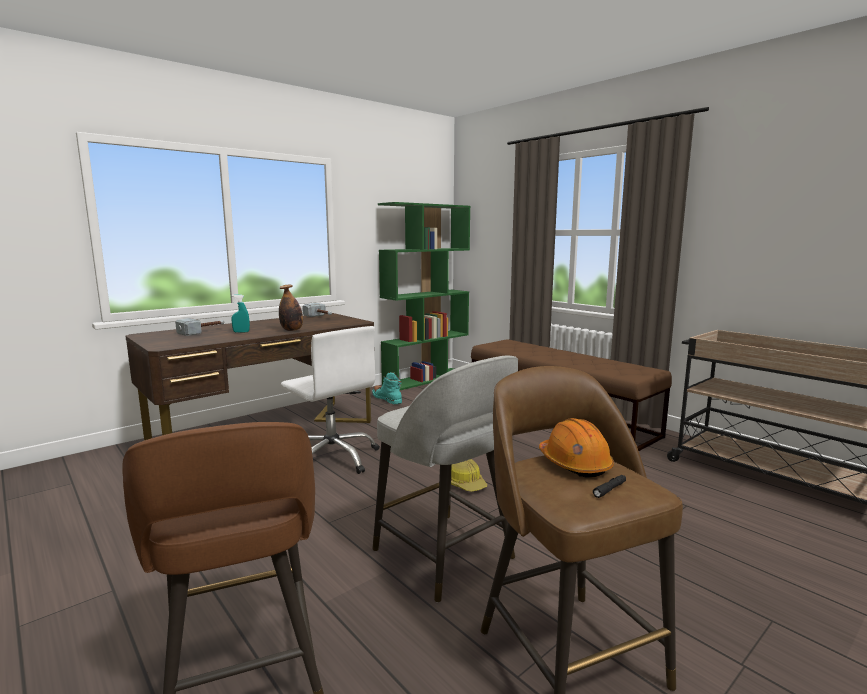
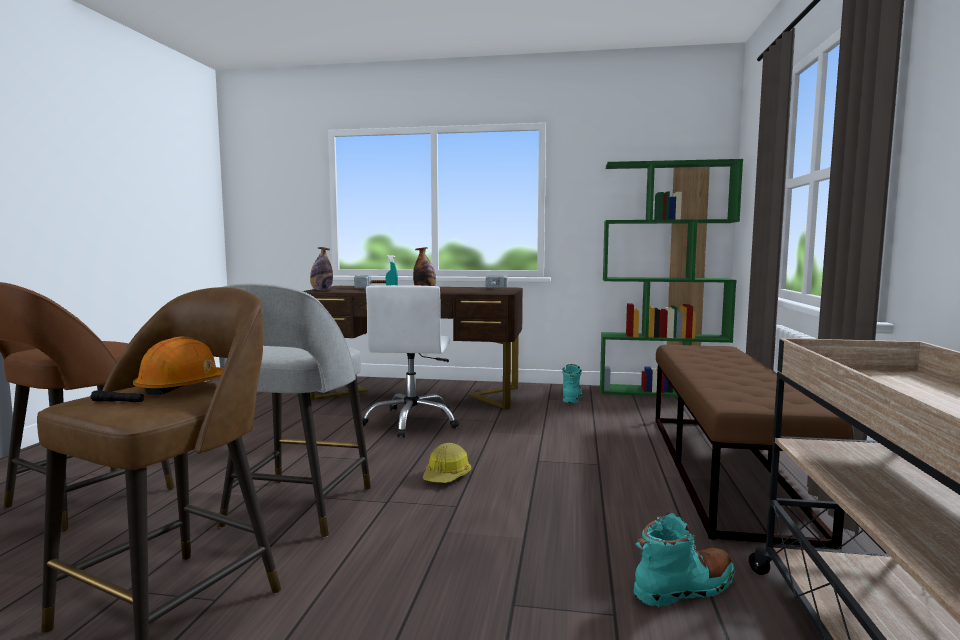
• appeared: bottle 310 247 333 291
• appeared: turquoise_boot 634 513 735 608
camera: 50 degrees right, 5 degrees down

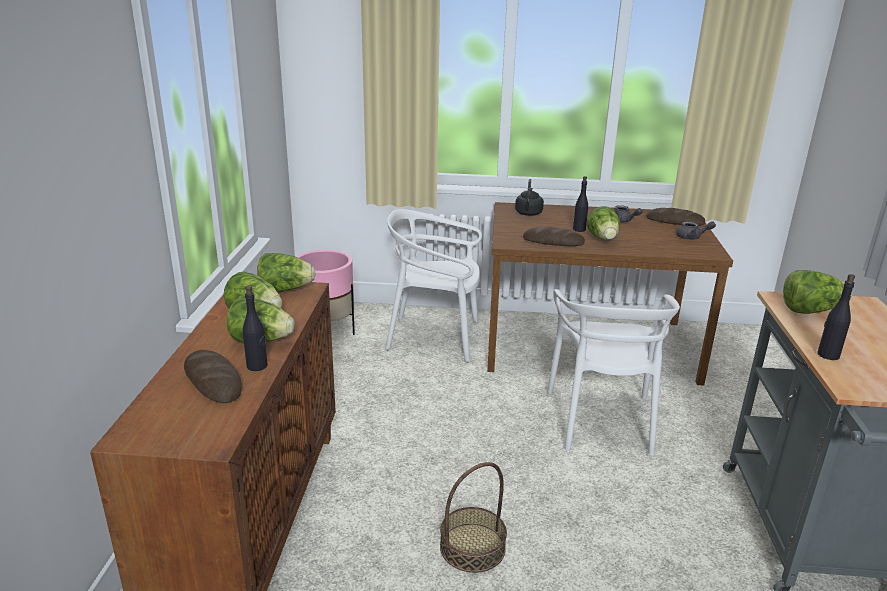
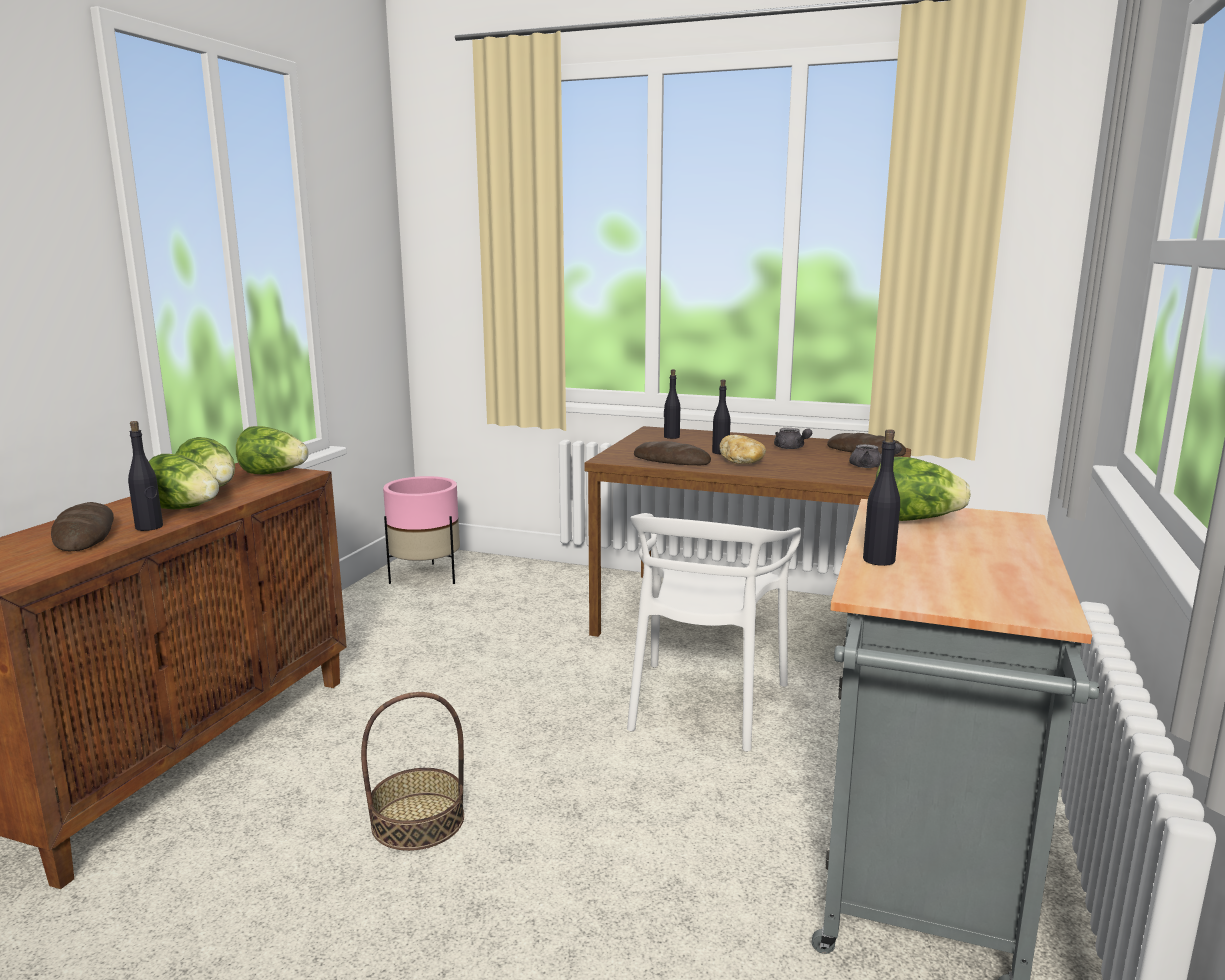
• exchanged: black_kettle 515 179 544 216 to black_bottle 664 369 680 439
• exchanged: lettuce 587 206 620 240 to bread 719 435 766 464
• missing: white_chair 385 209 482 362
camera: 15 degrees right, 10 degrees down

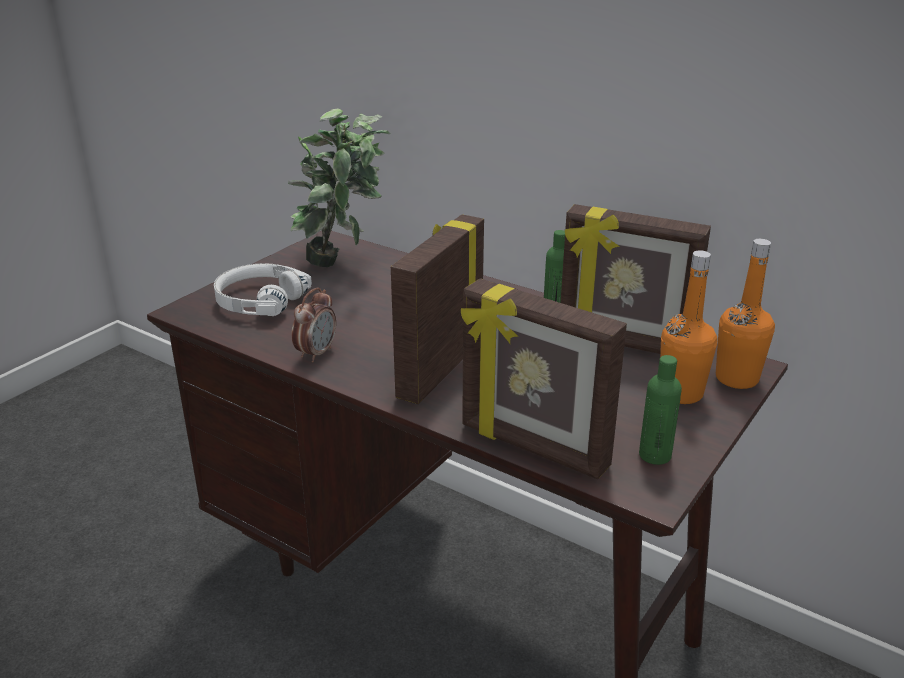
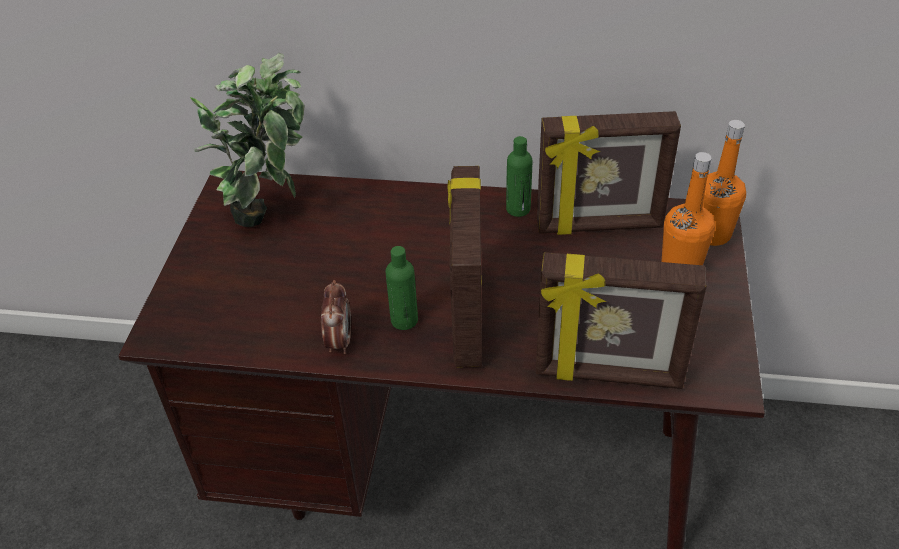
• missing: white_headphones 214 263 312 316
• relocated: green_bottle 639 355 682 465 to 386 246 418 330
camera: 25 degrees left, 15 degrees up

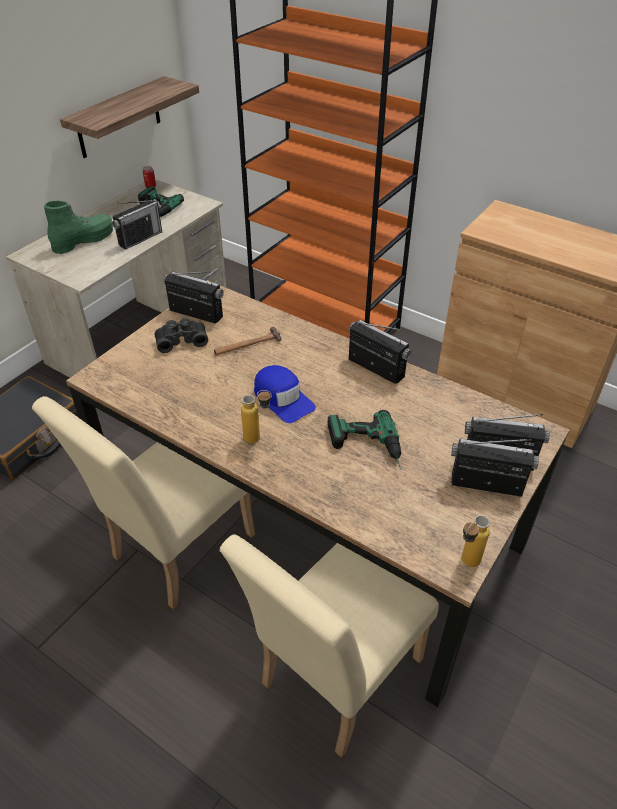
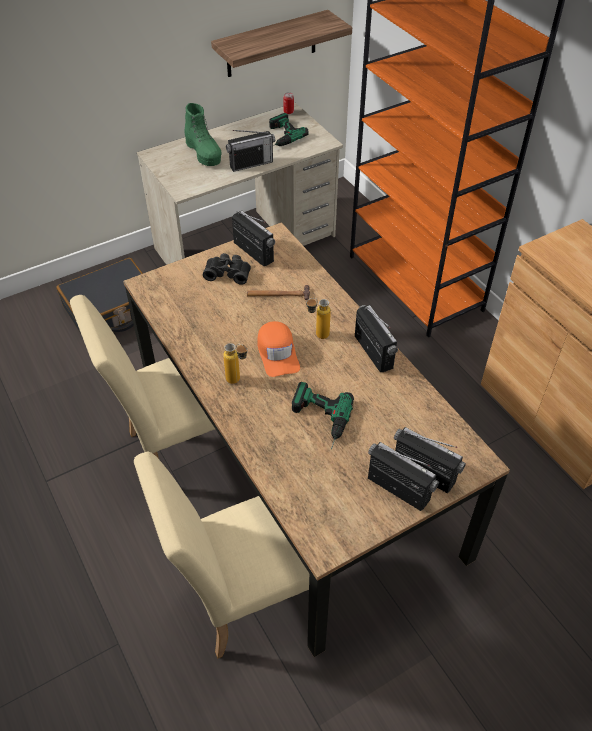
• spun: green_boot 44 201 113 254 = 185 103 221 166 75 degrees clockwise
• colour: blue_cap 254 365 316 423 to orange_cap 257 321 300 377
• relocated: bottle 462 515 490 567 to 306 298 331 339
camera: 25 degrees right, 5 degrees up

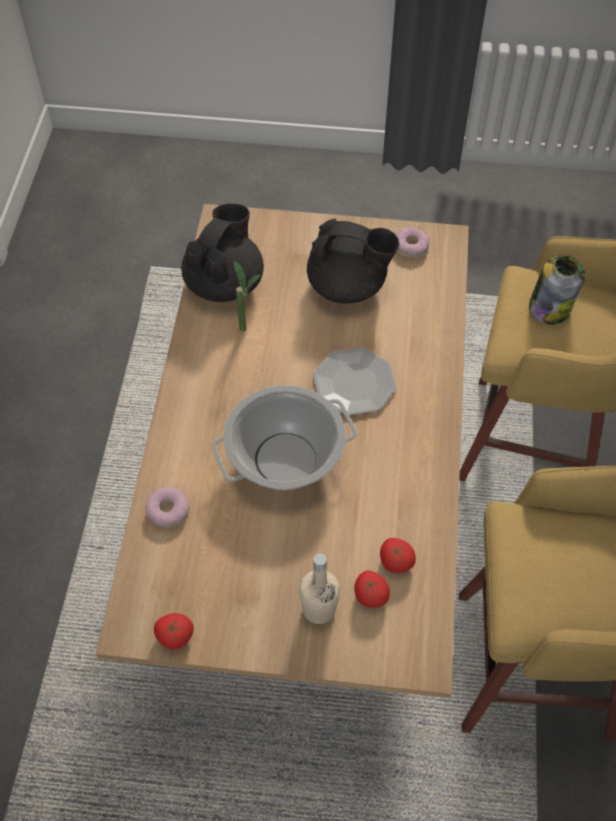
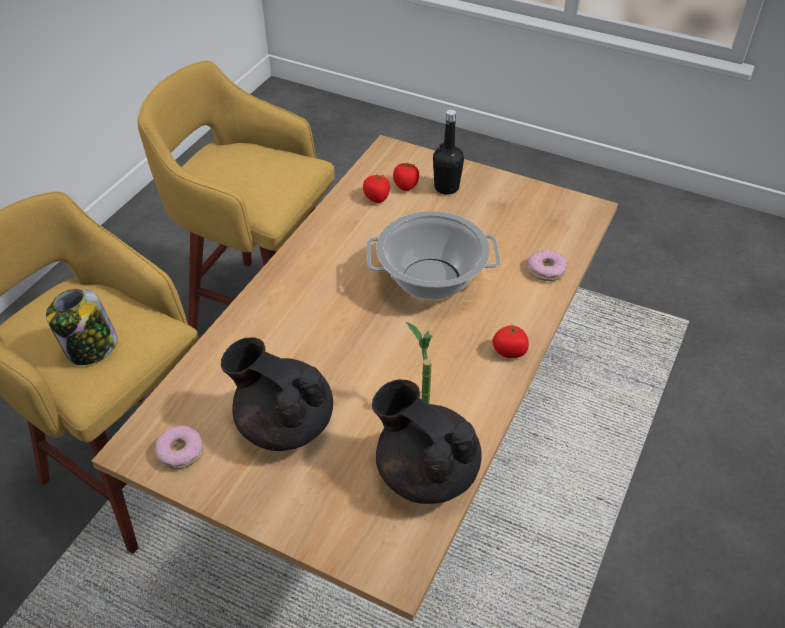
• spun: black_teapot 181 203 264 302 = 372 379 482 504 90 degrees clockwise
• missing: plate 313 348 397 416
• colour: beige_bottle 299 553 340 624 to black_bottle 433 109 464 195
• relocated: tomato 154 613 194 649 to 492 325 529 358
camera: 160 degrees left, 10 degrees down

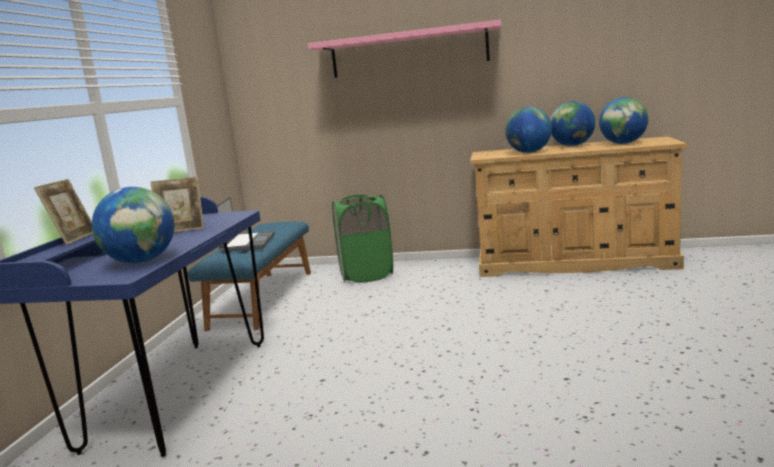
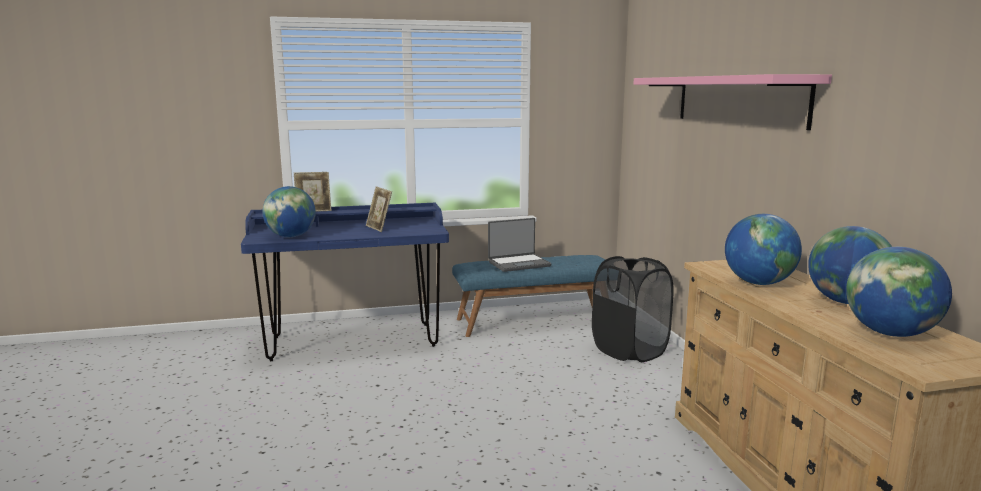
• colour: green_laundry_basket 332 194 393 283 to black_laundry_basket 592 256 674 362
camera: 65 degrees right, 0 degrees up

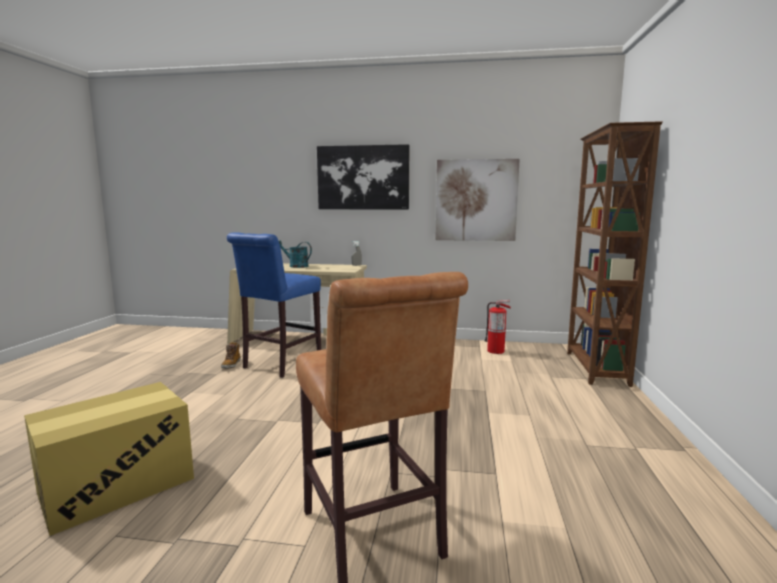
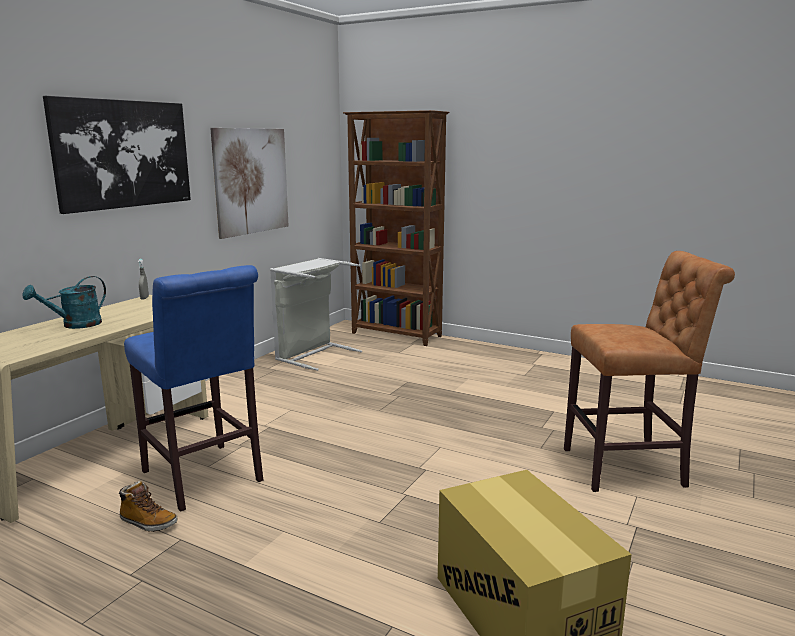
• exchanged: fire_extinguisher 485 300 511 354 to grey_laundry_basket 270 258 362 371
camera: 70 degrees left, 5 degrees up

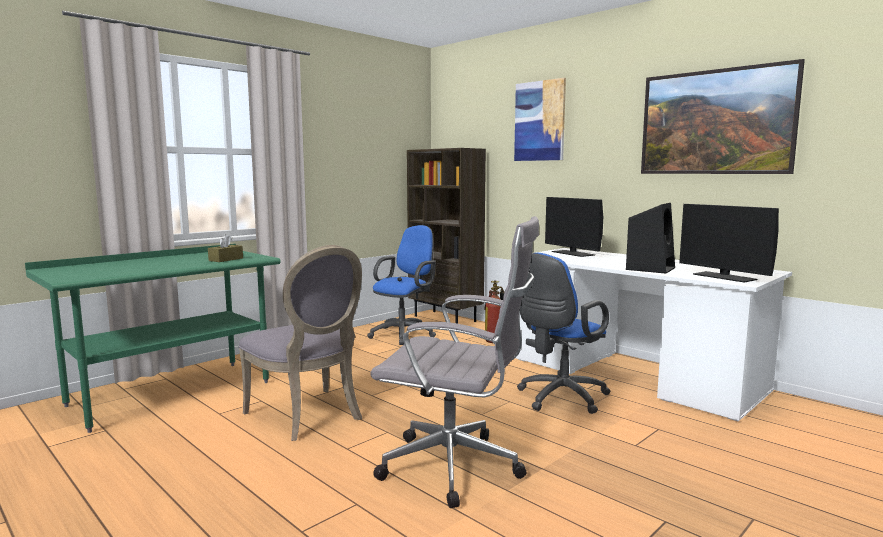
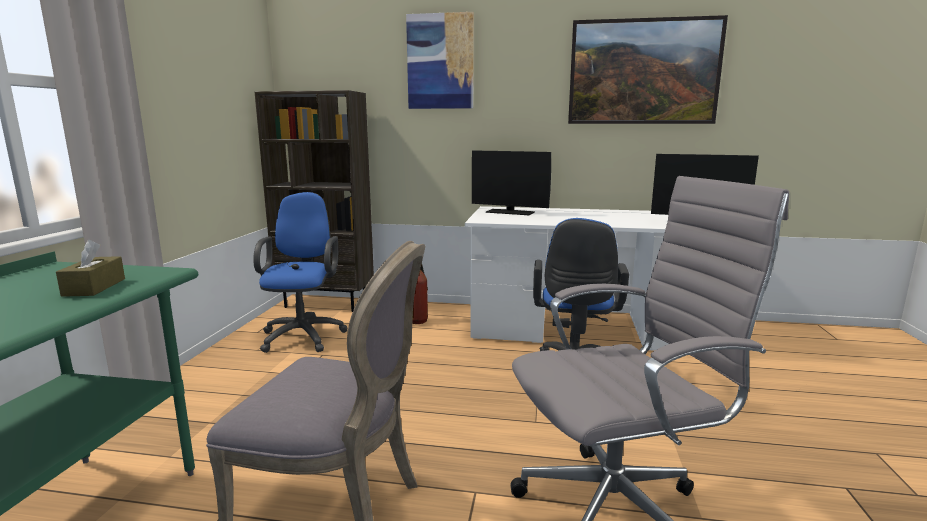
• missing: black_speaker 626 203 675 274
camera: 35 degrees left, 5 degrees up

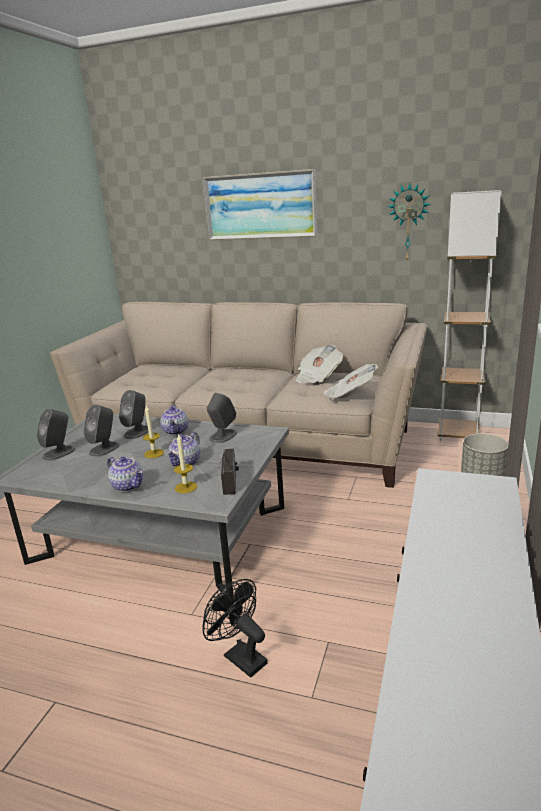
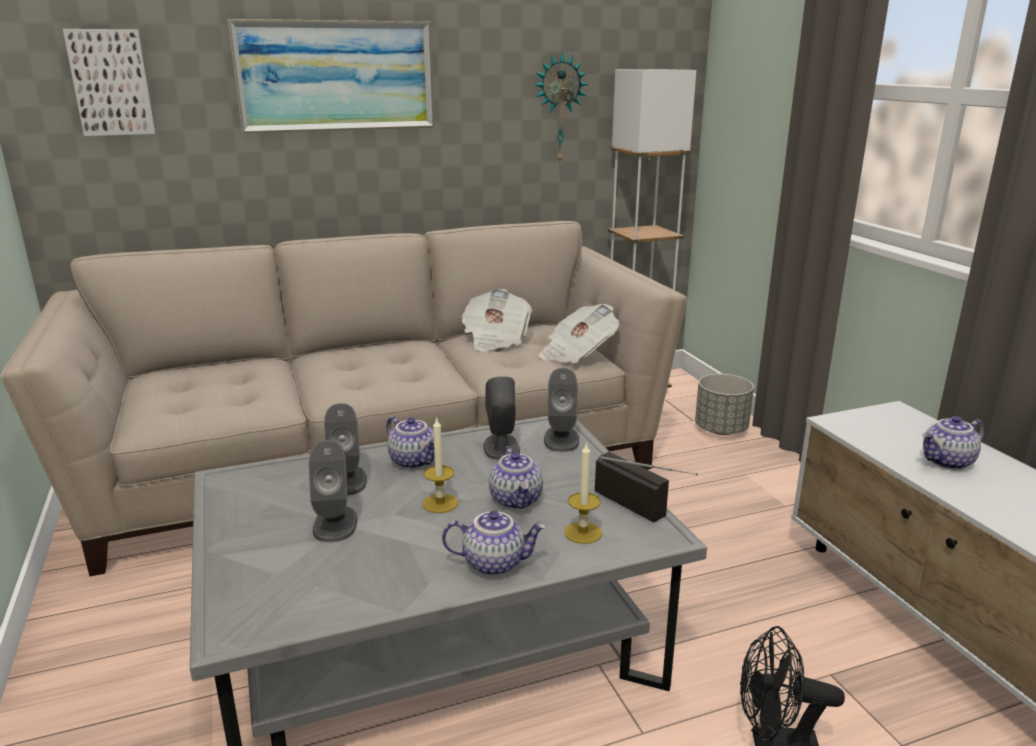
• relocated: grey_speaker 37 409 75 461 to 544 368 579 452
• appeared: picture 63 29 155 136
• appeared: teapot 922 416 985 470
camera: 40 degrees left, 0 degrees up

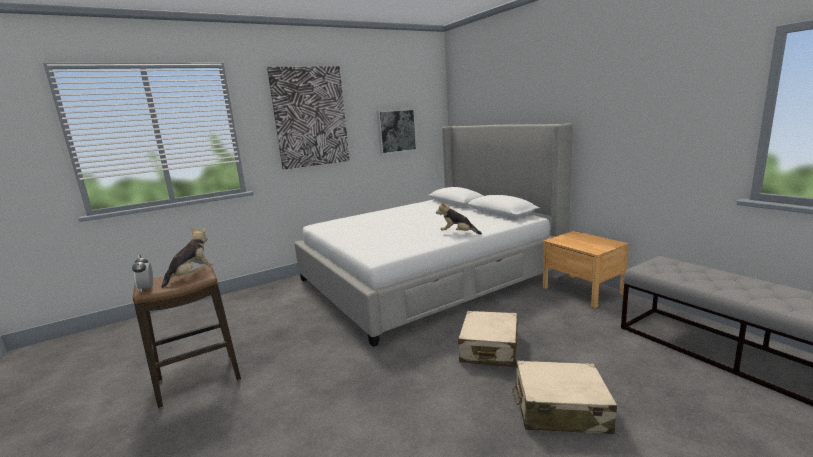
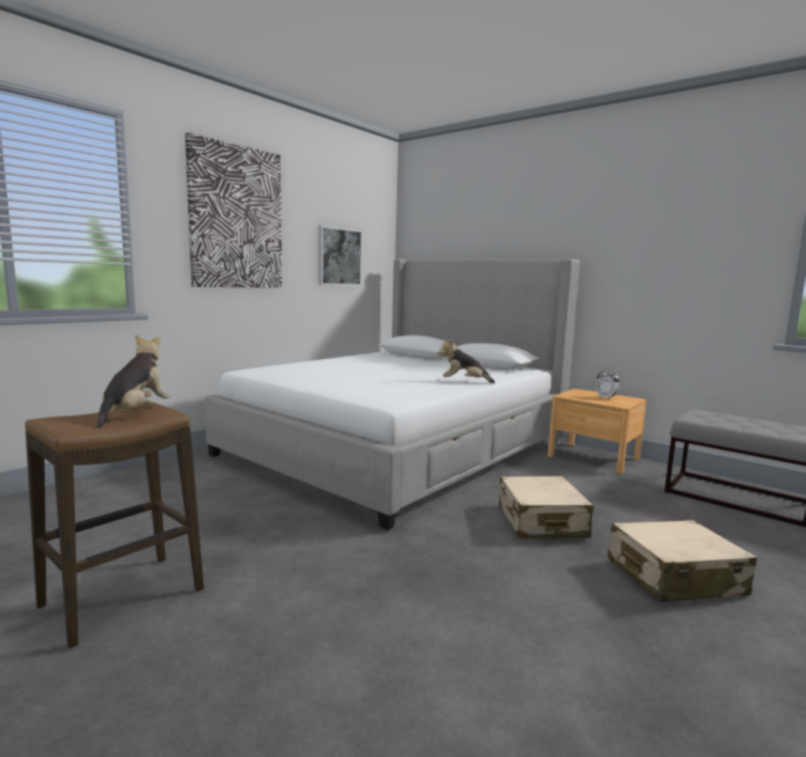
• relocated: alarm_clock 132 255 153 293 to 595 369 619 400
camera: 20 degrees left, 5 degrees down

